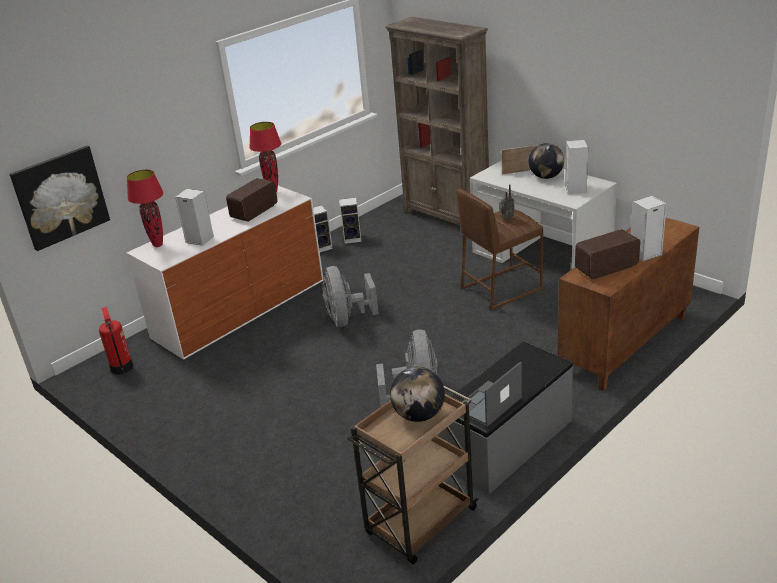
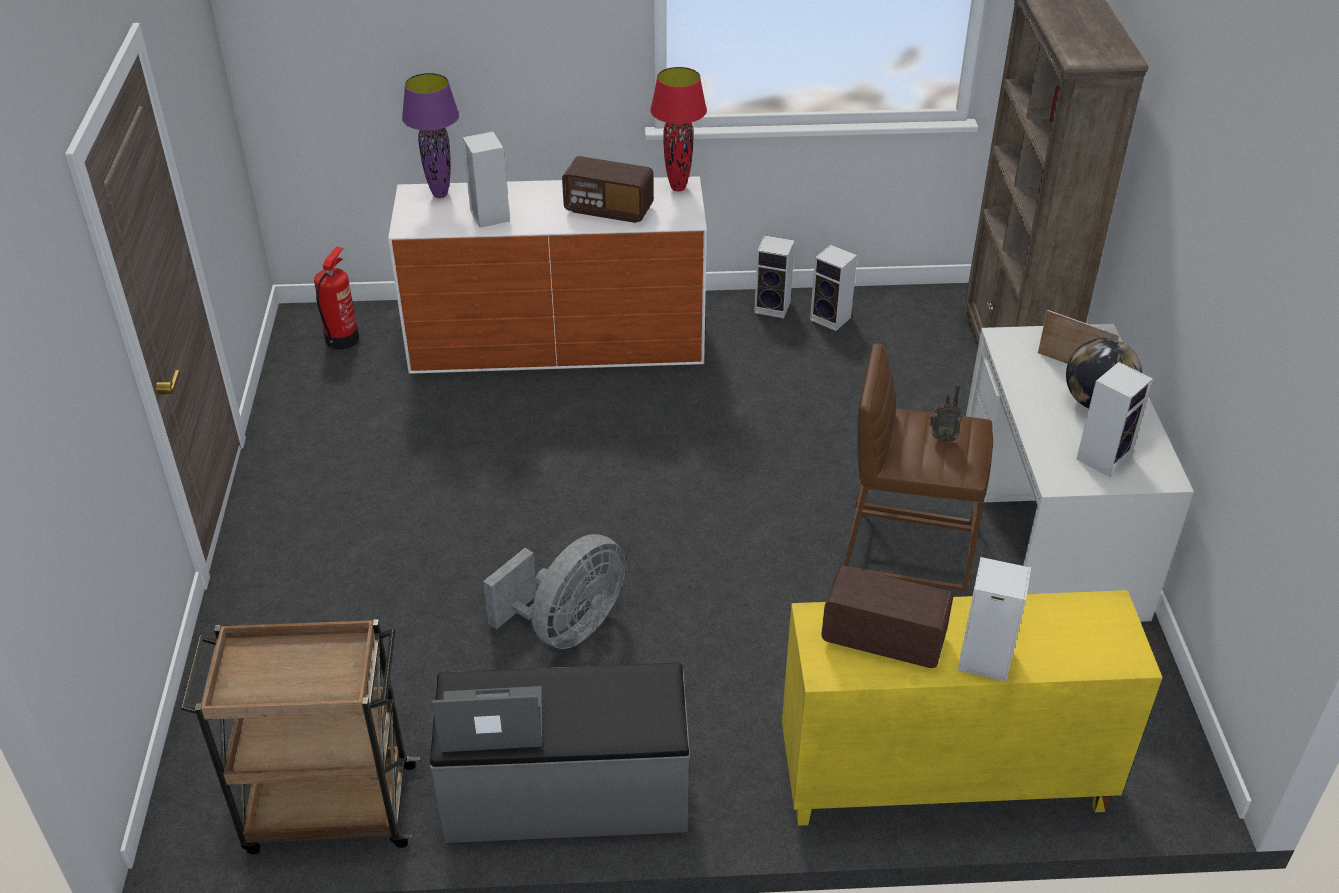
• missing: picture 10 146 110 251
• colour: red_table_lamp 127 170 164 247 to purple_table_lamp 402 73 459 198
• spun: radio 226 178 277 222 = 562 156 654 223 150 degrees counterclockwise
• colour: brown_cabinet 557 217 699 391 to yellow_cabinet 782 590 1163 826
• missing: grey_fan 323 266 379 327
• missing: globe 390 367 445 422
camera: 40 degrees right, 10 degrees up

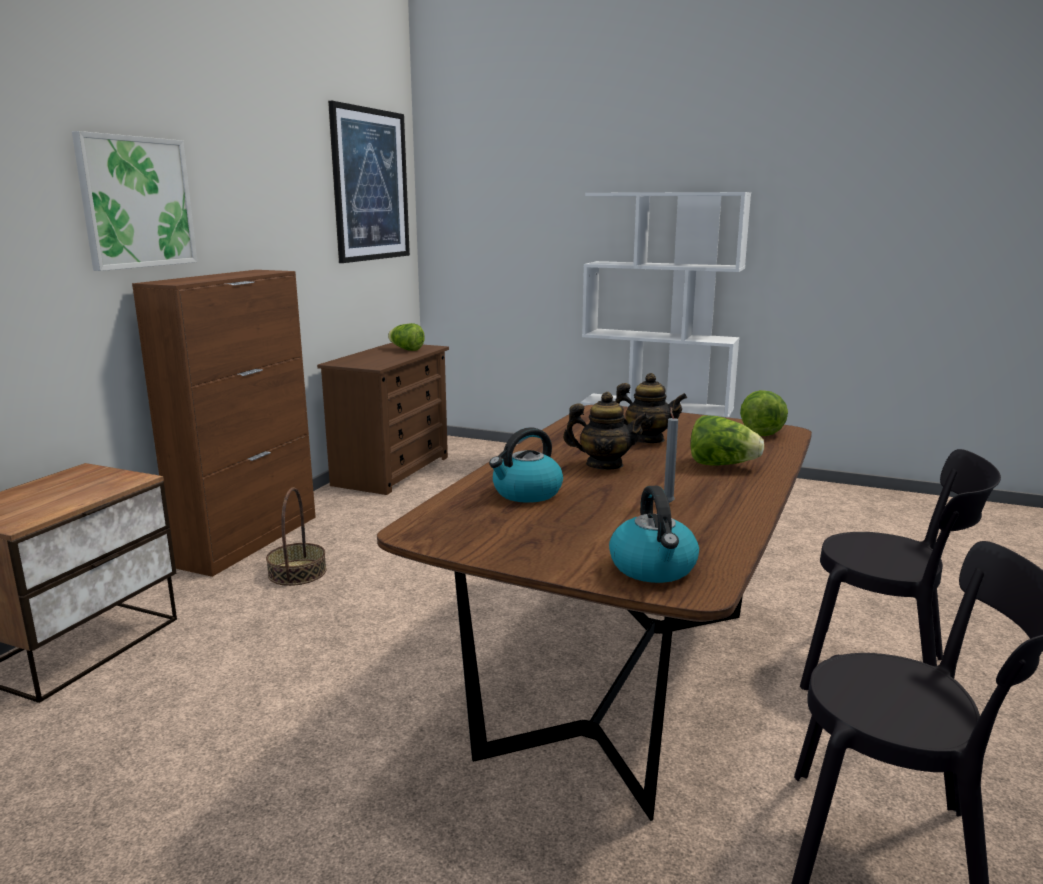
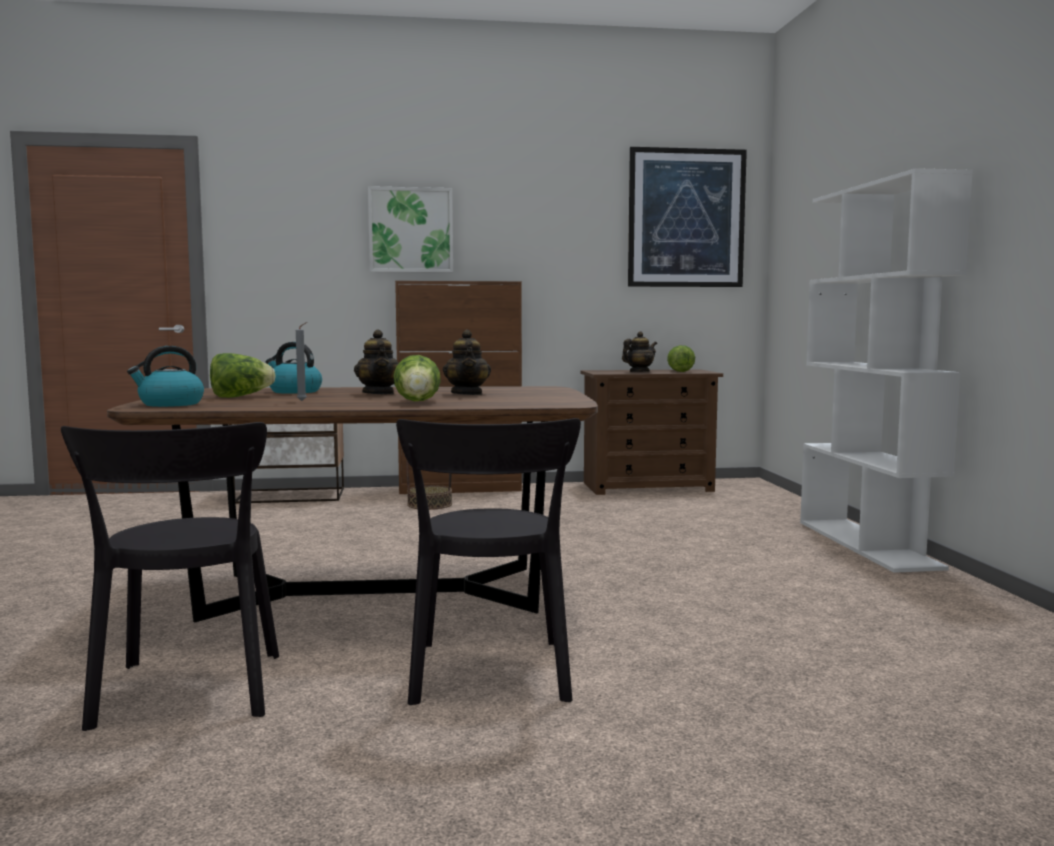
• relocated: lettuce 740 390 788 436 to 210 353 276 398
• appeared: teapot 622 331 657 372
camera: 60 degrees right, 10 degrees down

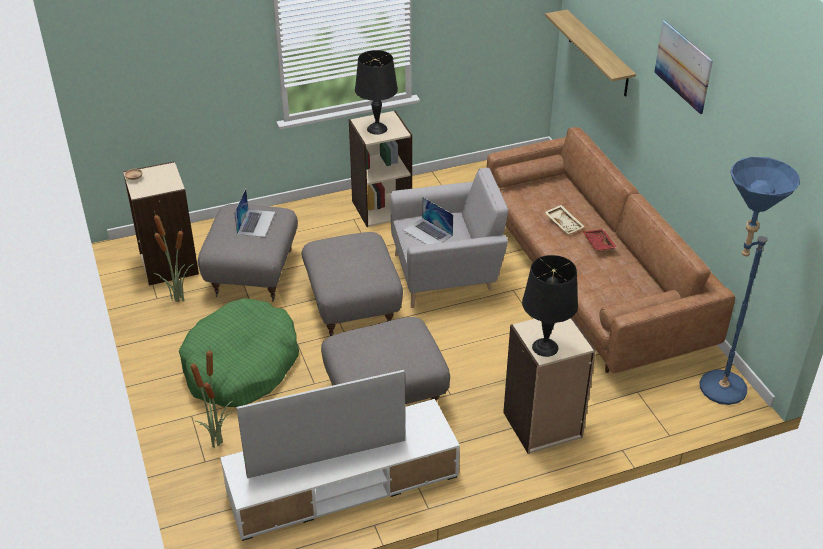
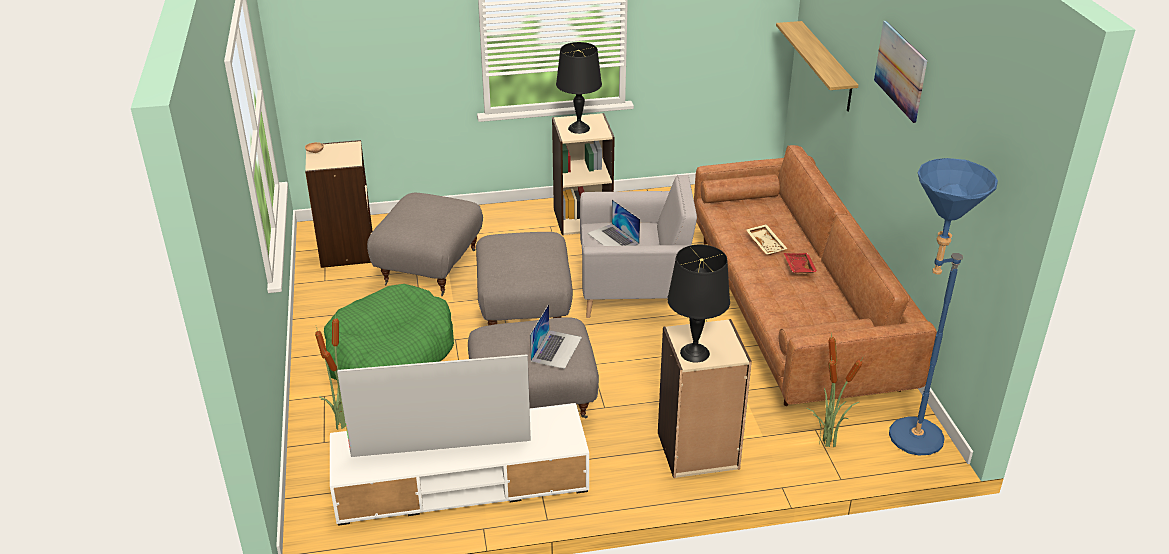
• relocated: laptop 234 189 275 237 to 530 304 582 369
• relocated: potted_plant 154 211 193 302 to 807 332 864 447
camera: 10 degrees right, 5 degrees down

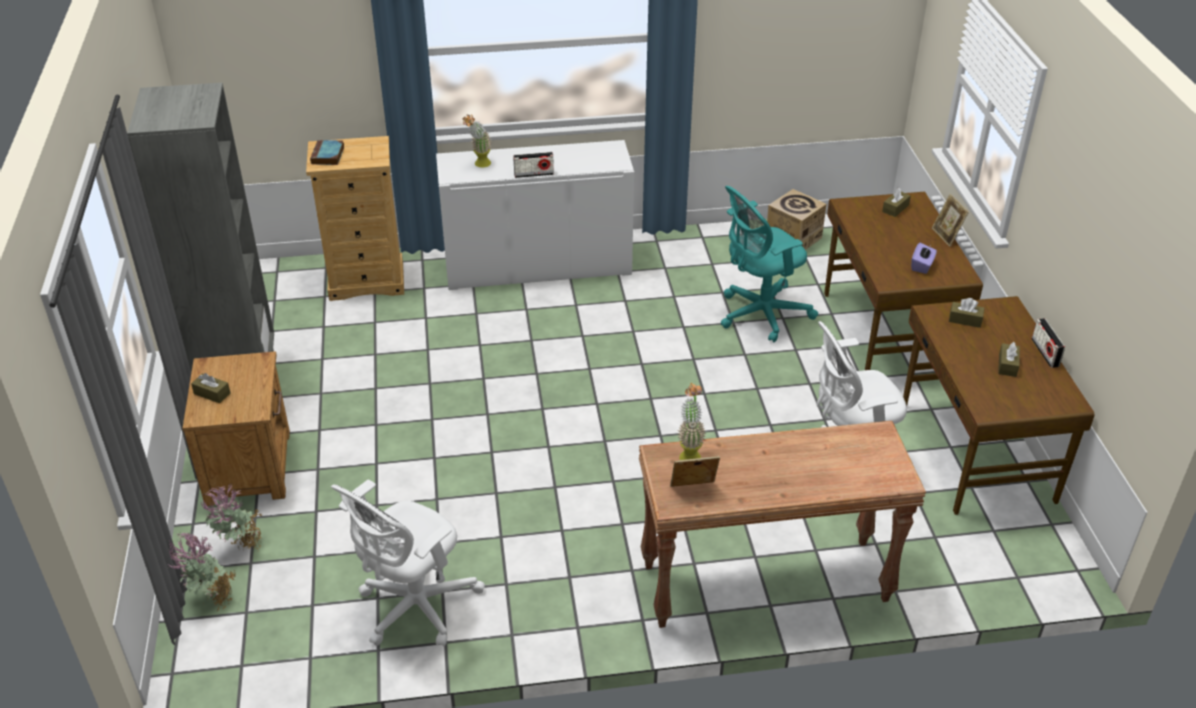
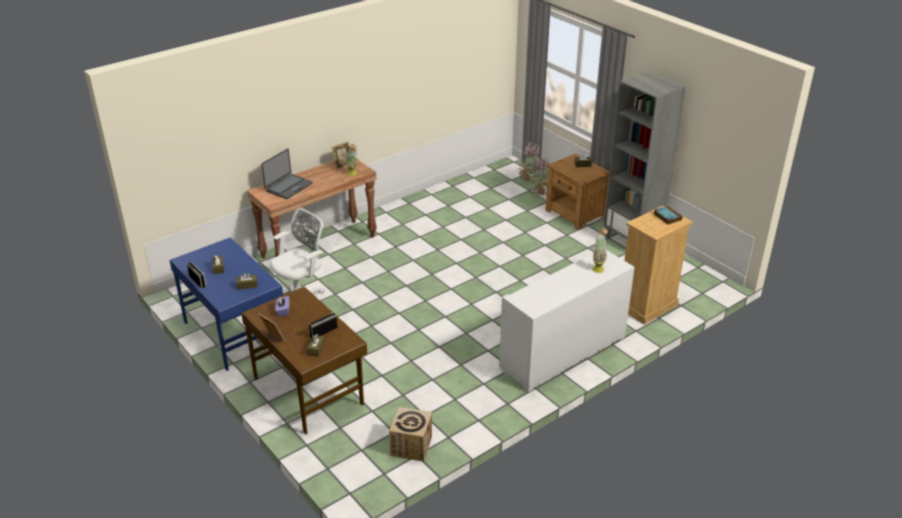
• relocated: radio 513 152 554 178 to 308 312 338 338
• missing: turquoise_office_chair 721 186 818 342
• colour: brown_desk 903 296 1095 515 to blue_desk 170 237 283 371
• missing: white_office_chair 331 480 485 646
• appeared: laptop 261 148 313 199
camera: 150 degrees right, 5 degrees down

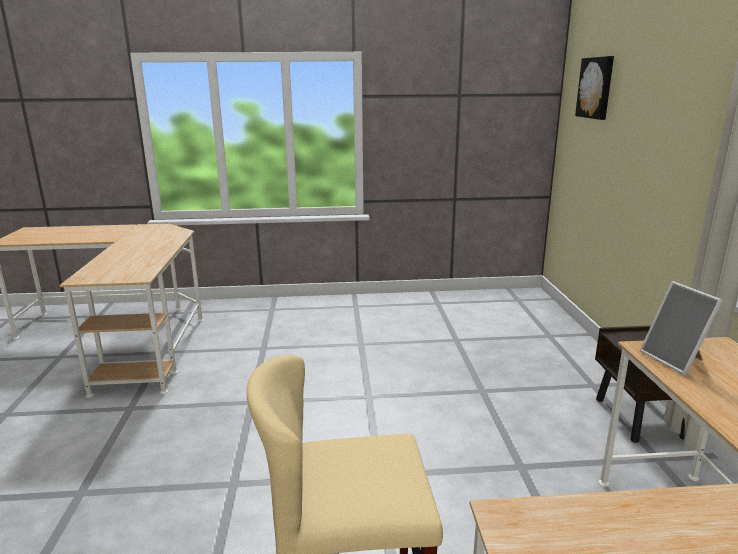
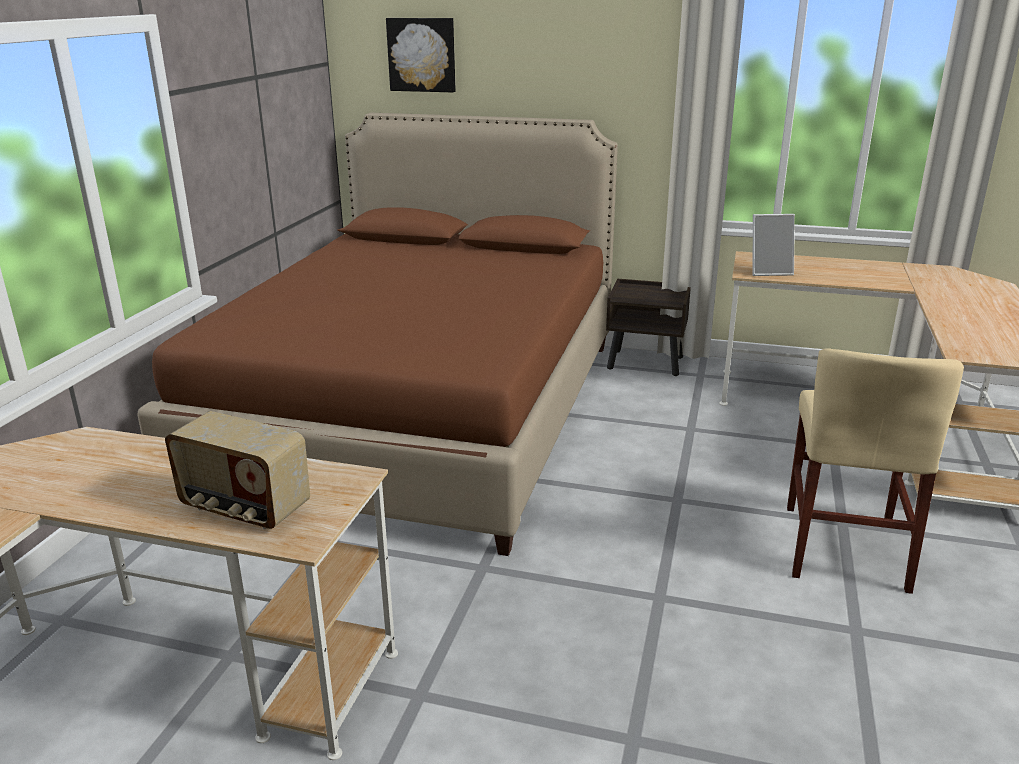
• appeared: brown_bed 137 113 618 556
• appeared: radio 165 411 310 529
camera: 70 degrees left, 5 degrees up

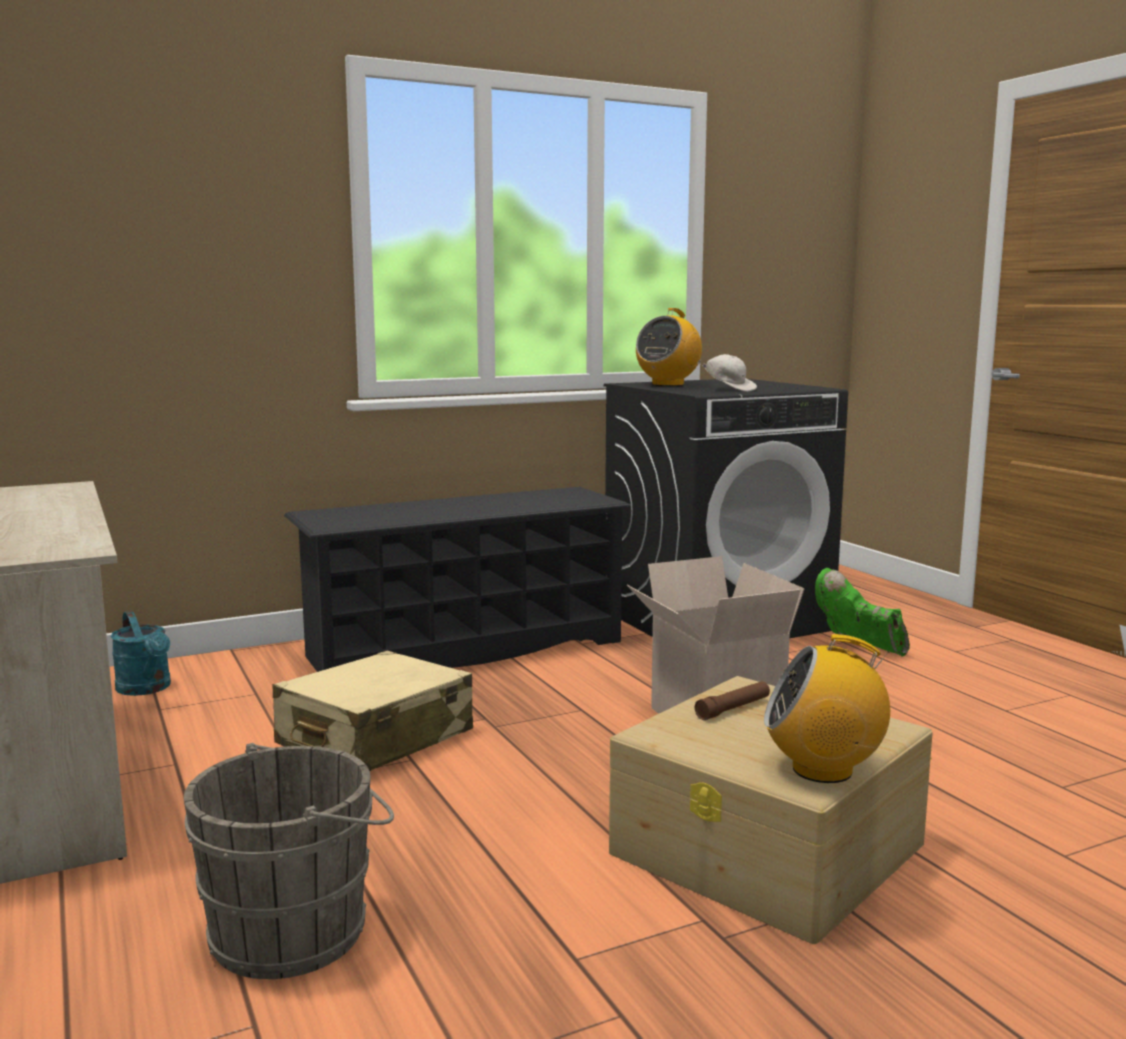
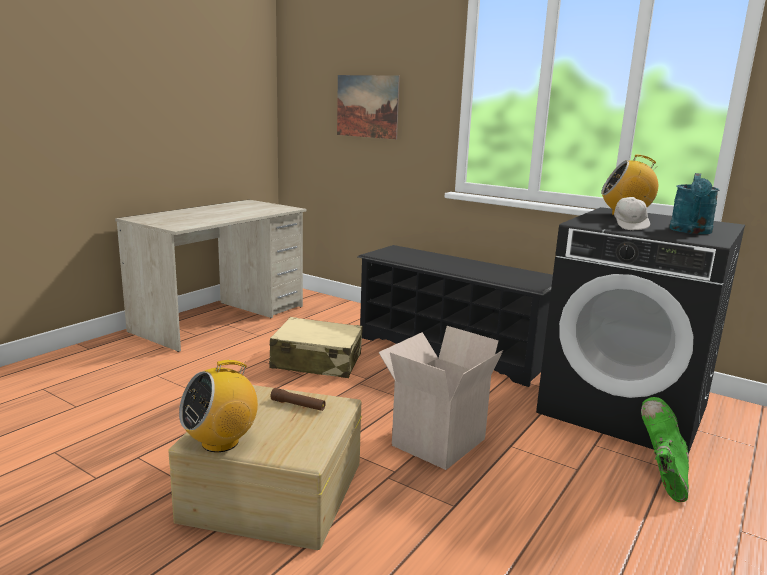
• relocated: turquoise_watering_can 111 611 171 696 to 669 173 719 234
• spun: radio 764 634 890 783 = 179 360 258 452 105 degrees counterclockwise
• missing: grey_bucket 184 743 394 979
• appeared: picture 337 75 400 139
camera: 60 degrees right, 5 degrees up

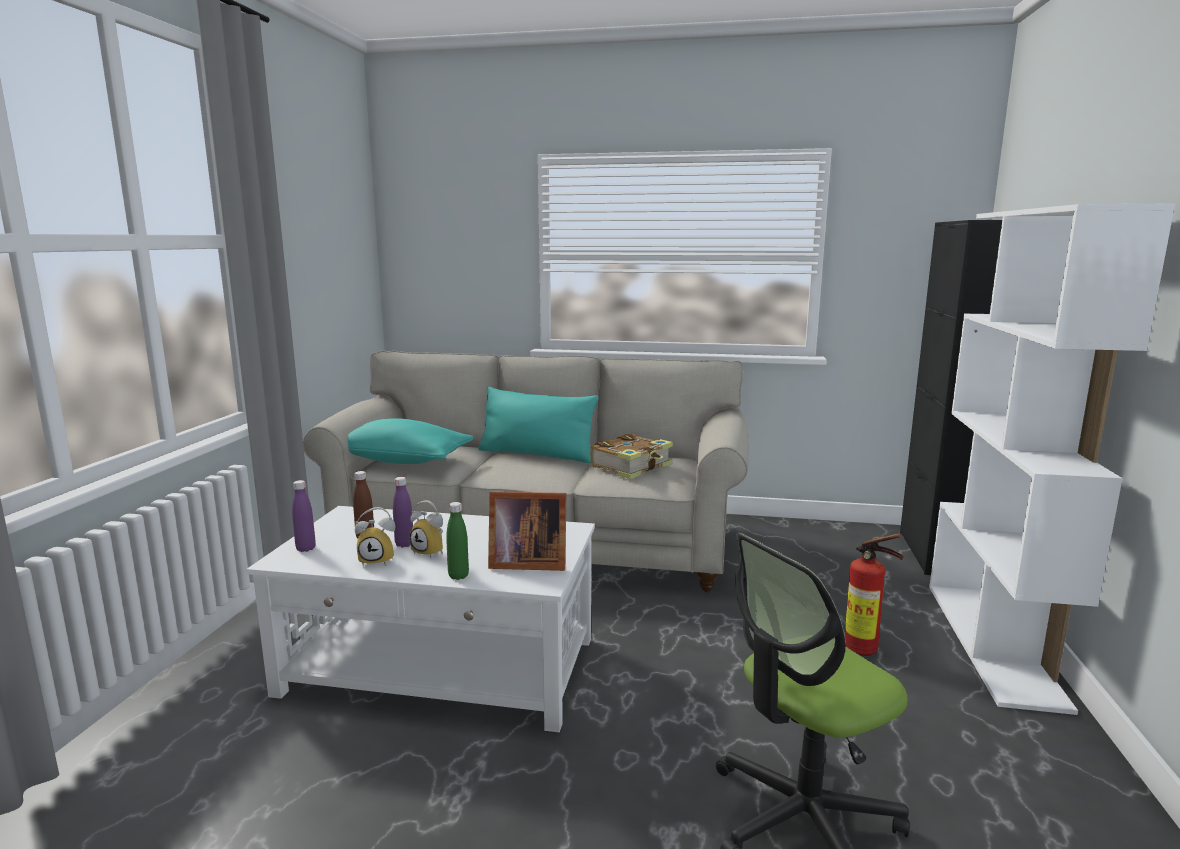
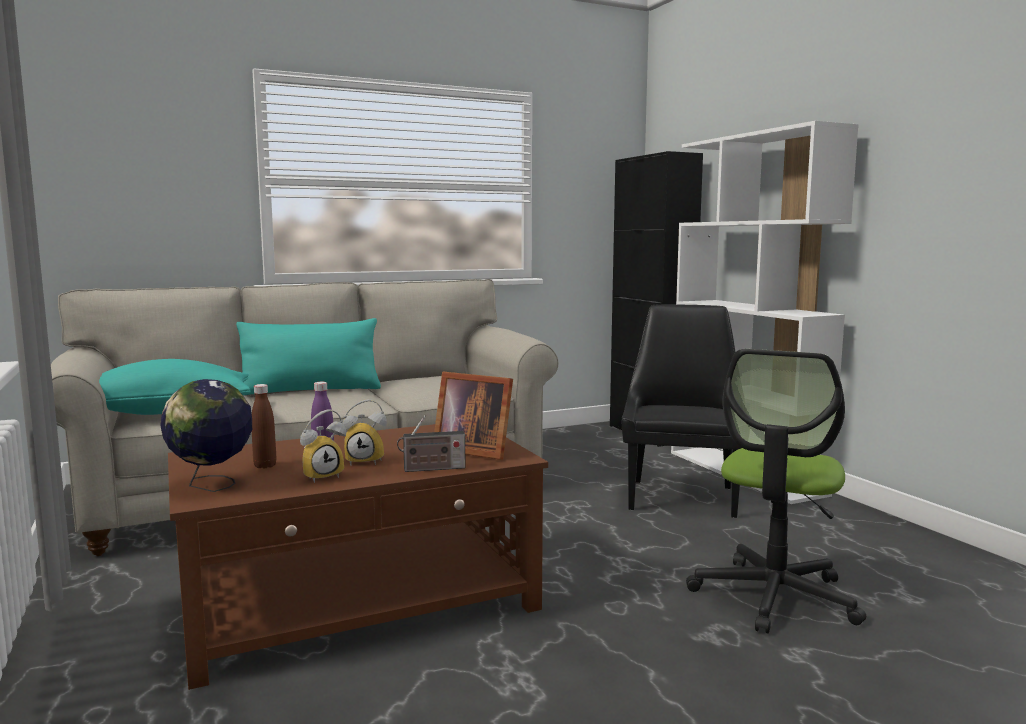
• missing: book 590 433 673 479
• exchanged: purple_bottle 292 480 316 552 to globe 160 379 252 492
• spun: picture_frame 488 491 566 571 = 434 372 513 460 60 degrees clockwise
• exchanged: green_bottle 446 502 469 580 to radio 397 415 466 472
• colour: white_coffee_table 247 506 595 732 to brown_coffee_table 168 424 548 690
• exchanged: fire_extinguisher 845 533 903 656 to black_chair 622 304 742 518
camera: 35 degrees left, 5 degrees down

